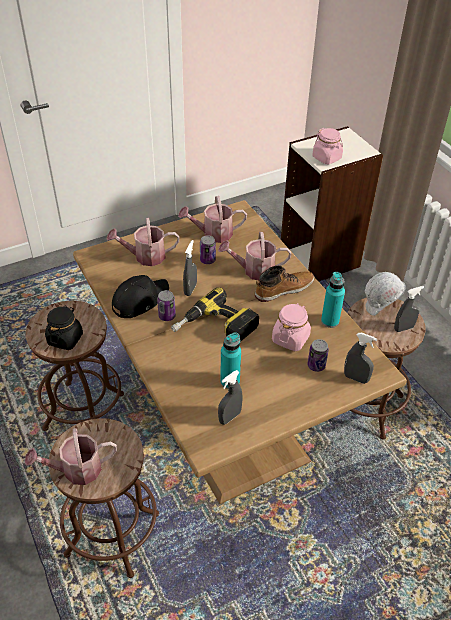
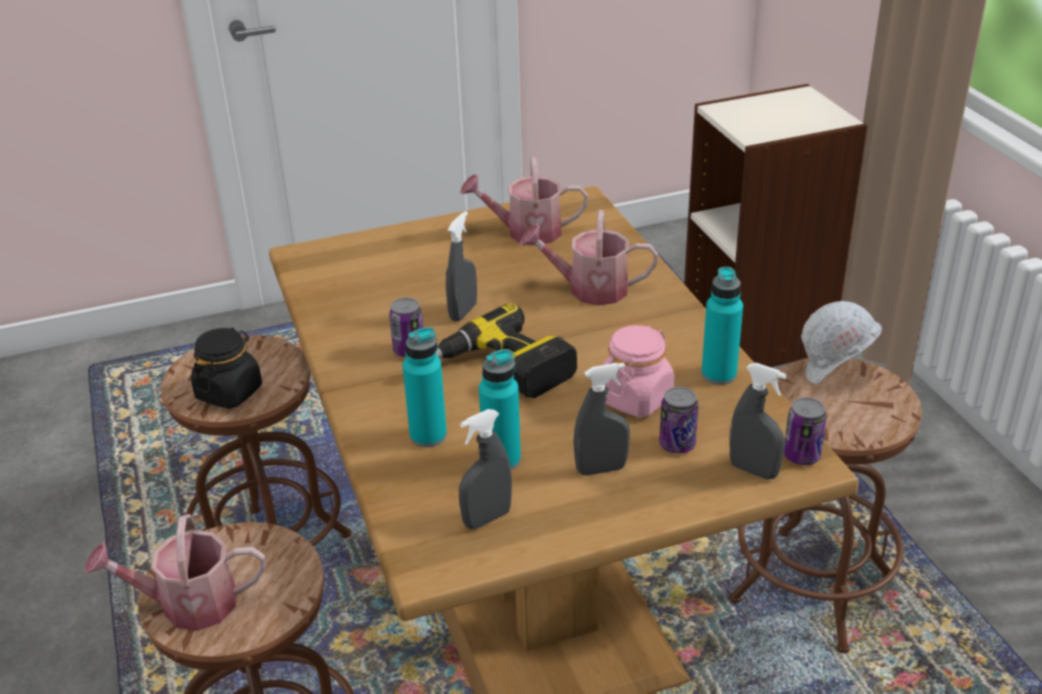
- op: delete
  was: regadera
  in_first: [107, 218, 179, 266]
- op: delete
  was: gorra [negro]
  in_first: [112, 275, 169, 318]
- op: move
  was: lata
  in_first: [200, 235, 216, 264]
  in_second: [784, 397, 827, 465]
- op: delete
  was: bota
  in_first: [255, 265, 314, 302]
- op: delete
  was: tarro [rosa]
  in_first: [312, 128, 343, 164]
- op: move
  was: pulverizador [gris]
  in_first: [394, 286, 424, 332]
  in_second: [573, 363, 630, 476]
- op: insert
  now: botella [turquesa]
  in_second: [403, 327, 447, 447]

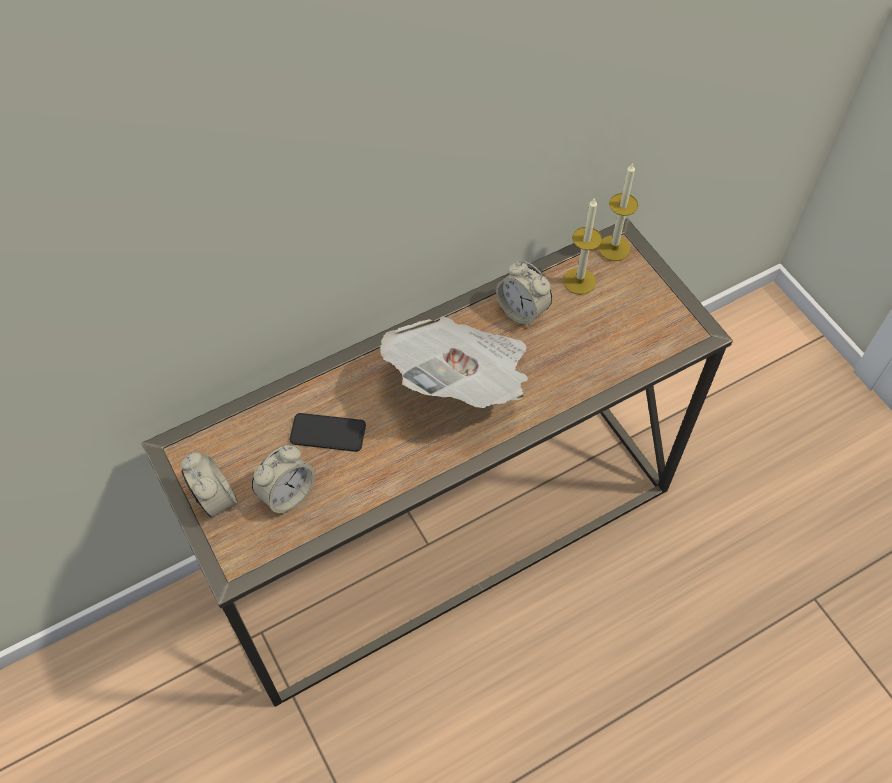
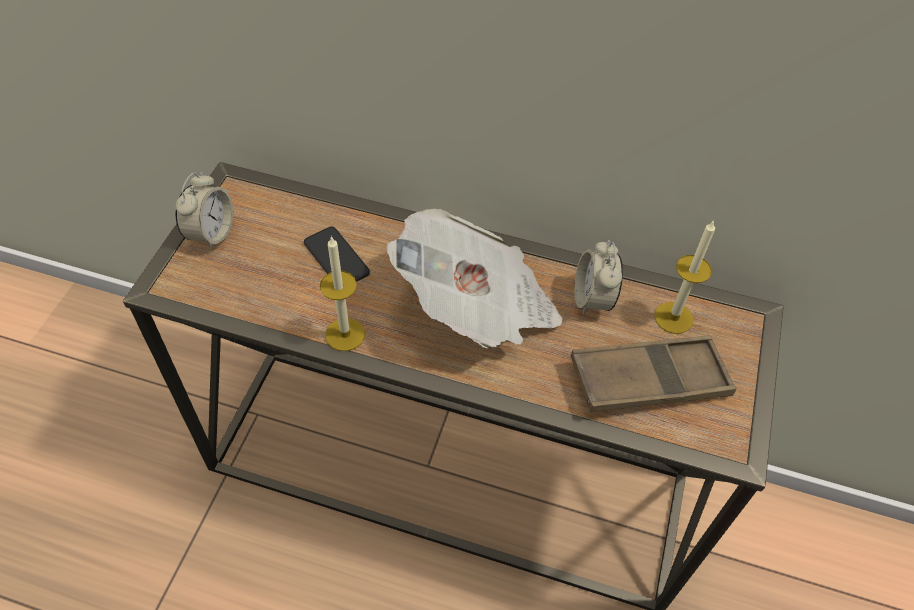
- op: delete
  was: despertador
  in_first: [252, 445, 315, 514]
- op: move
  was: vela
  in_first: [598, 162, 638, 261]
  in_second: [320, 236, 365, 351]
- op: insert
  now: bandeja [marrón]
  in_second: [571, 336, 736, 413]

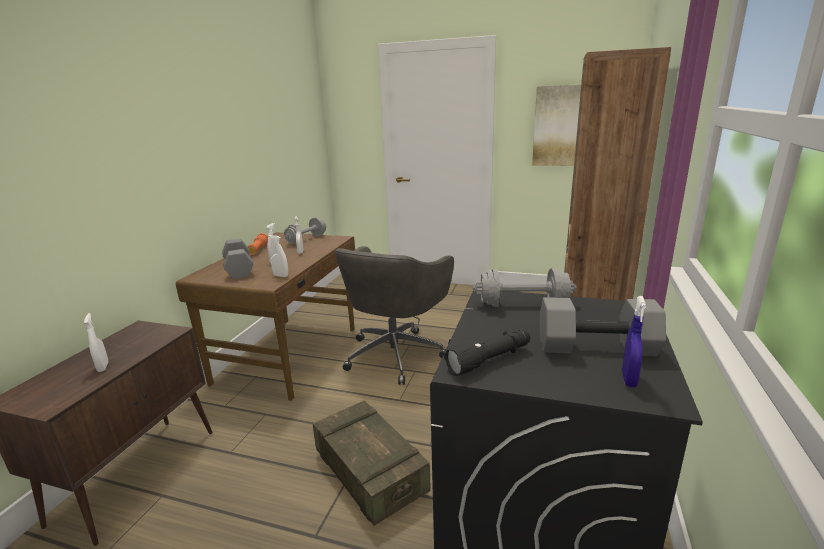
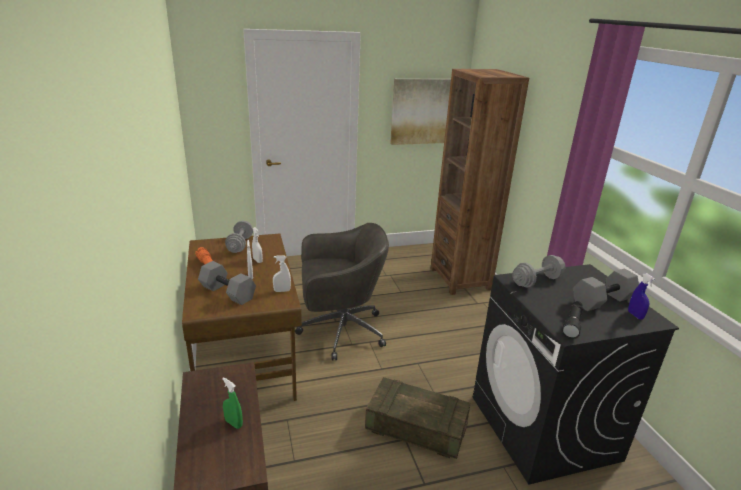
- op: recolor
  was: pulverizador [blanco]
  now: pulverizador [verde]
  in_first: [84, 313, 108, 372]
  in_second: [222, 377, 243, 429]
- op: rotate
  was: silla de oficina [gris]
  in_first: [334, 246, 454, 385]
  in_second: [295, 223, 389, 361]
  clockwise: -90

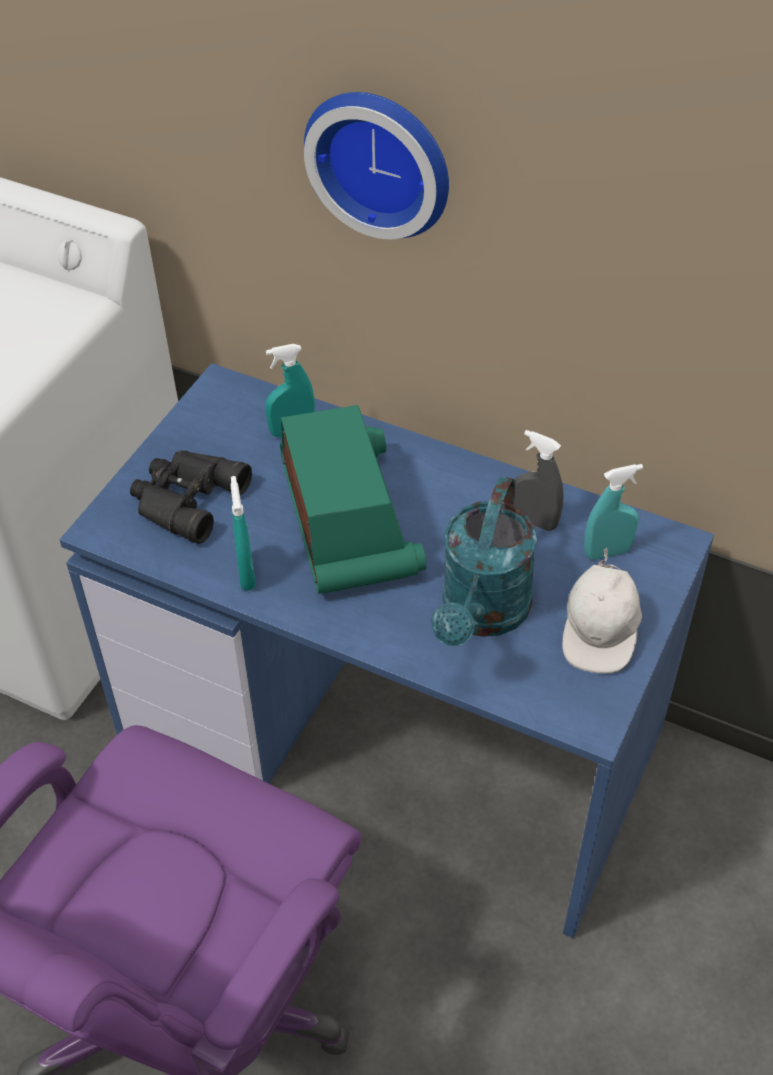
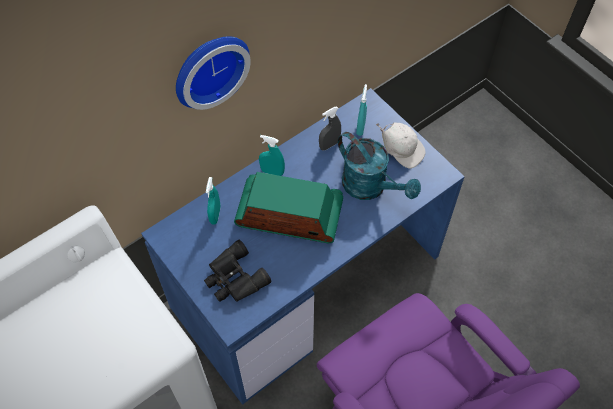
- op: move
  was: pulverizador [turquesa]
  in_first: [231, 476, 256, 590]
  in_second: [259, 135, 285, 176]

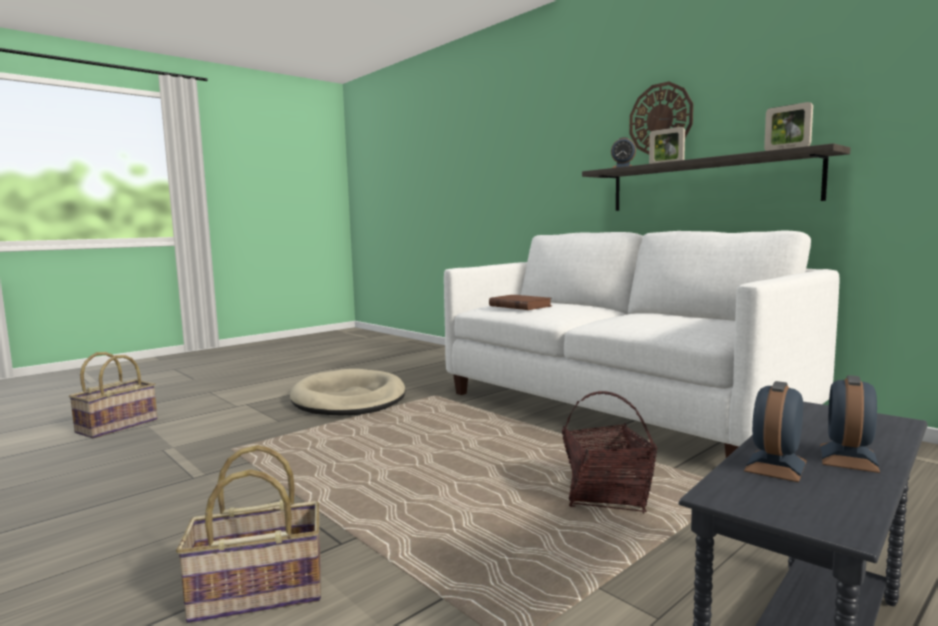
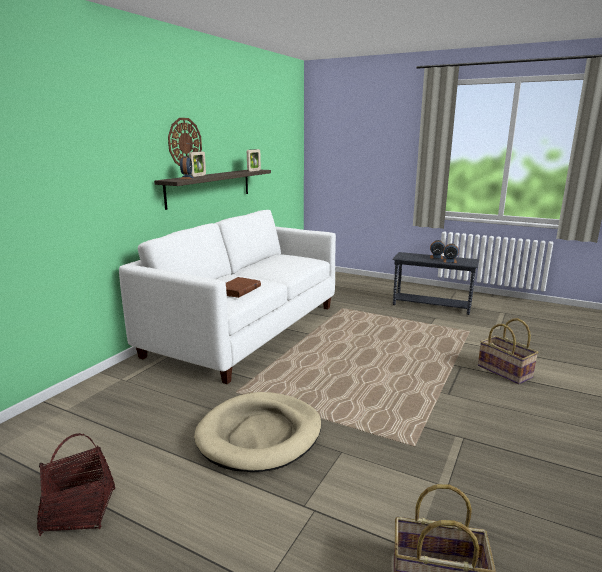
- op: move
  was: cesta
  in_first: [562, 391, 657, 513]
  in_second: [37, 433, 115, 536]

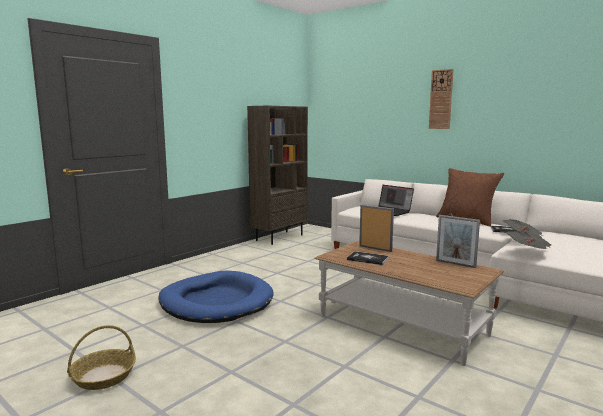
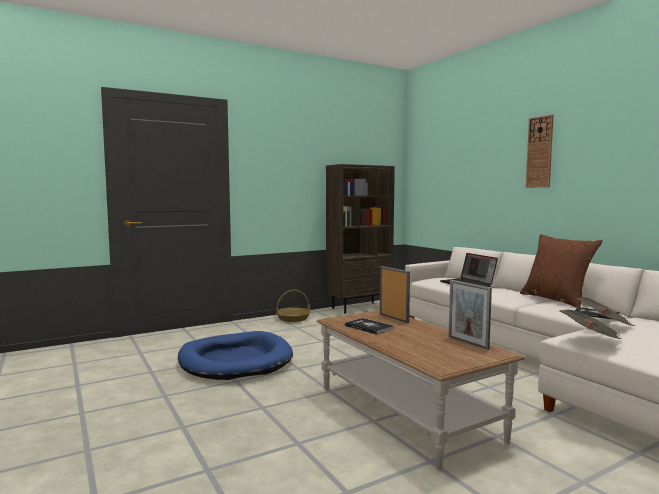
- op: move
  was: cesta
  in_first: [67, 325, 136, 390]
  in_second: [276, 289, 311, 322]

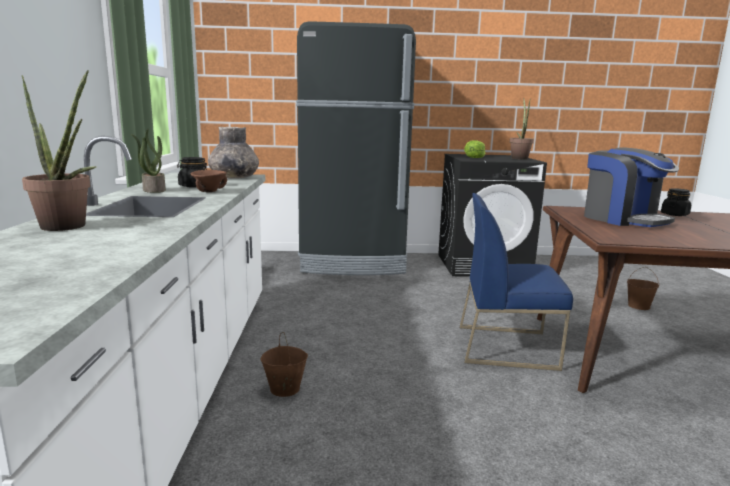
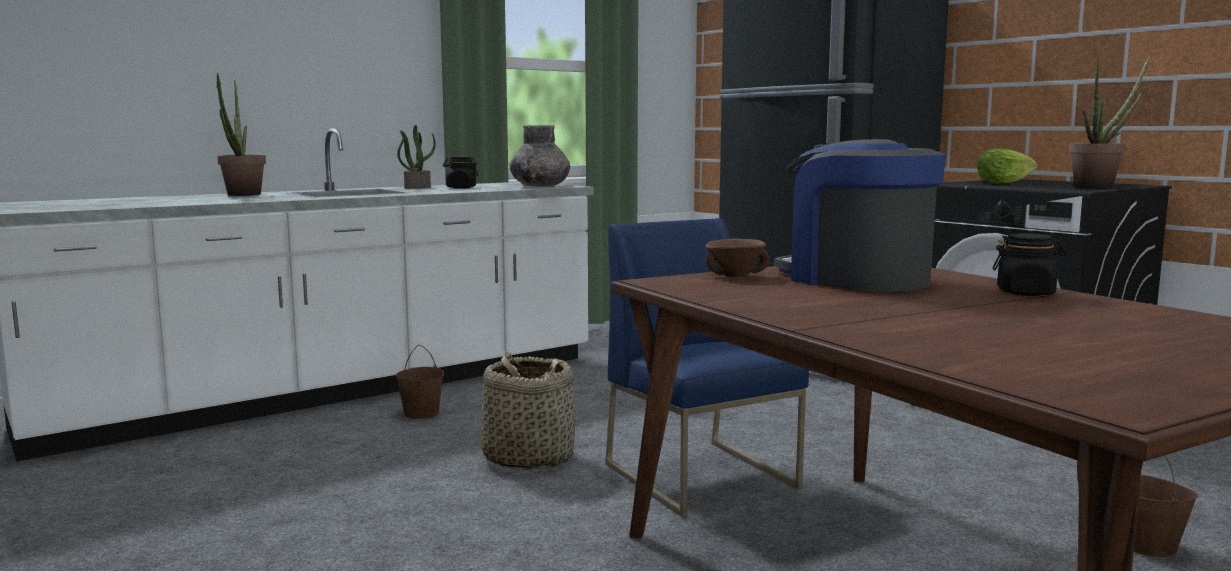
- op: move
  was: cuenco [marrón]
  in_first: [190, 170, 227, 192]
  in_second: [705, 238, 770, 277]
- op: rotate
  was: cafetera
  in_first: [584, 147, 679, 227]
  in_second: [774, 139, 946, 292]
  clockwise: 120
- op: insert
  now: cesta
  in_second: [481, 351, 576, 470]

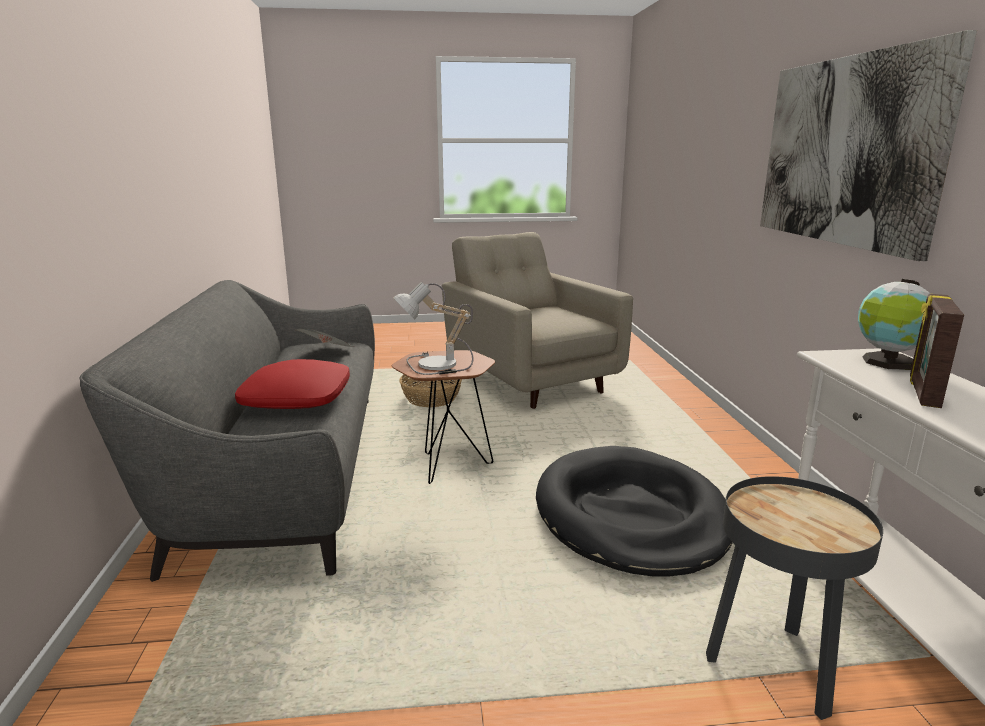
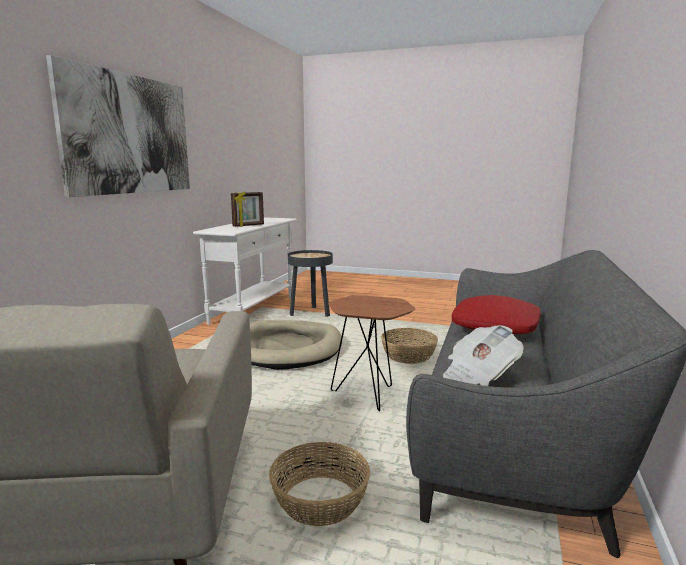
- op: delete
  was: lámpara de mesa
  in_first: [393, 282, 474, 375]
- op: recolor
  was: cama para perro [negro]
  now: cama para perro [beis]
  in_first: [536, 446, 733, 576]
  in_second: [250, 320, 342, 370]
- op: delete
  was: globo terráqueo
  in_first: [858, 279, 930, 370]
- op: insert
  now: cesta
  in_second: [381, 328, 438, 364]

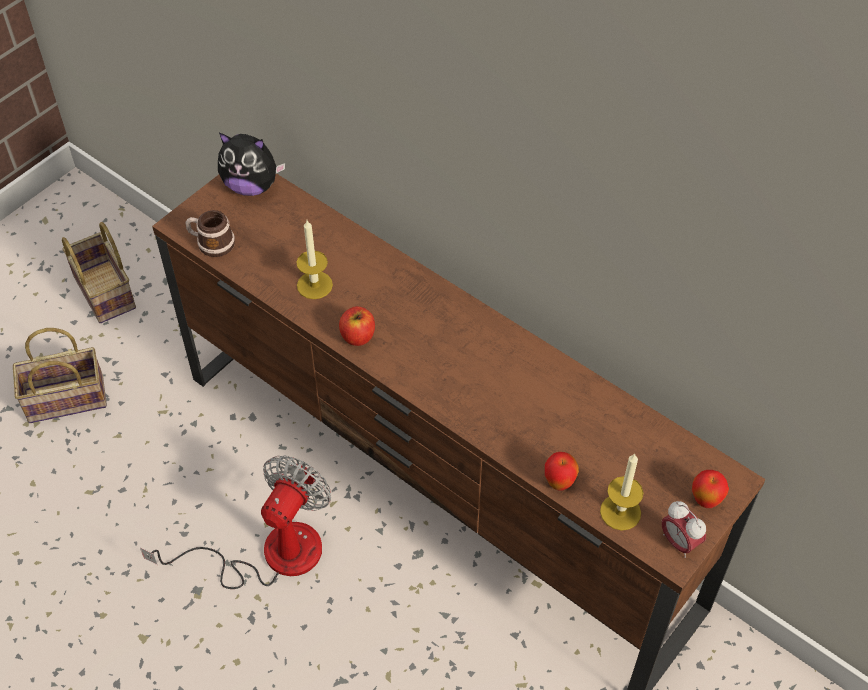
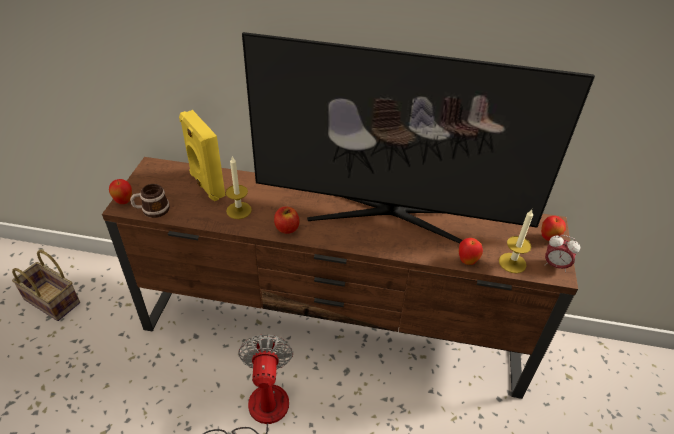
- op: delete
  was: cesta
  in_first: [13, 328, 107, 423]
- op: delete
  was: peluche
  in_first: [218, 133, 285, 196]
- op: insert
  now: manzana
  in_second: [109, 179, 132, 204]
- op: insert
  now: altavoz [amarillo]
  in_second: [179, 110, 225, 201]
- op: insert
  now: televisor
  in_second: [242, 32, 595, 244]

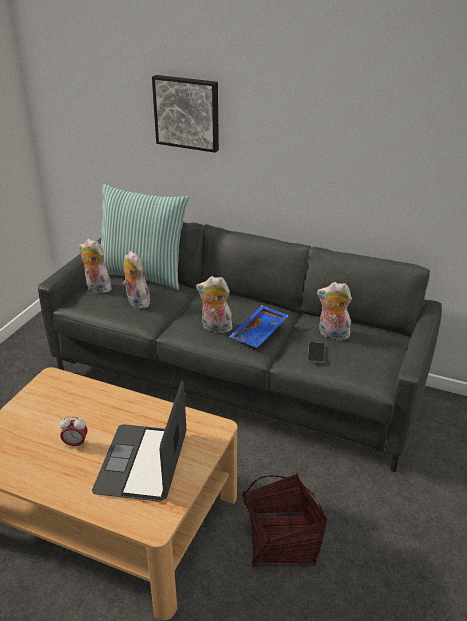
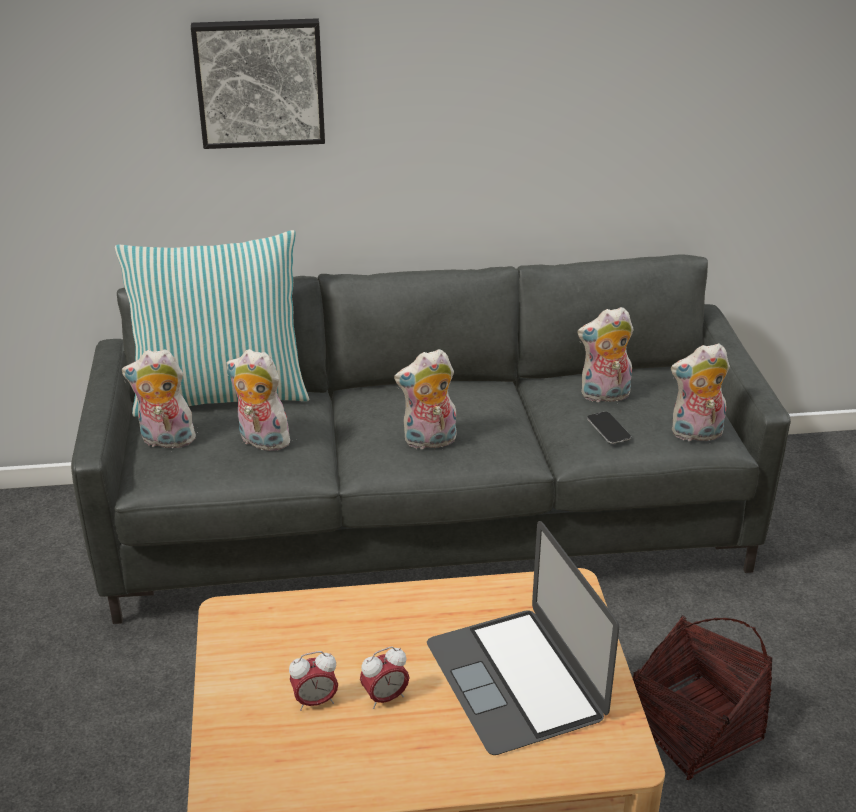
- op: delete
  was: bandeja [azul]
  in_first: [229, 305, 289, 348]
- op: insert
  now: despertador
  in_second: [289, 651, 338, 711]
- op: insert
  now: peluche
  in_second: [671, 343, 730, 441]

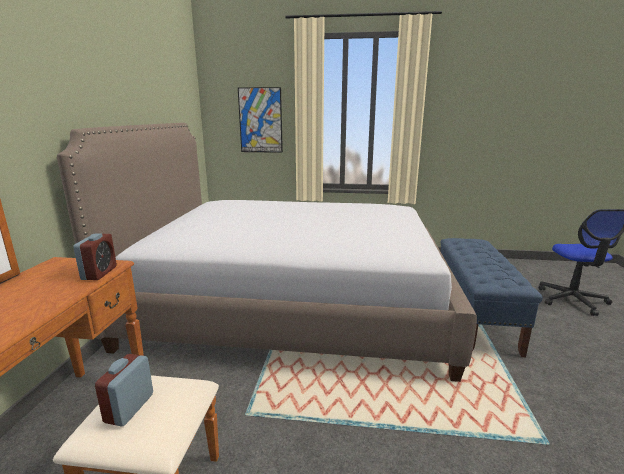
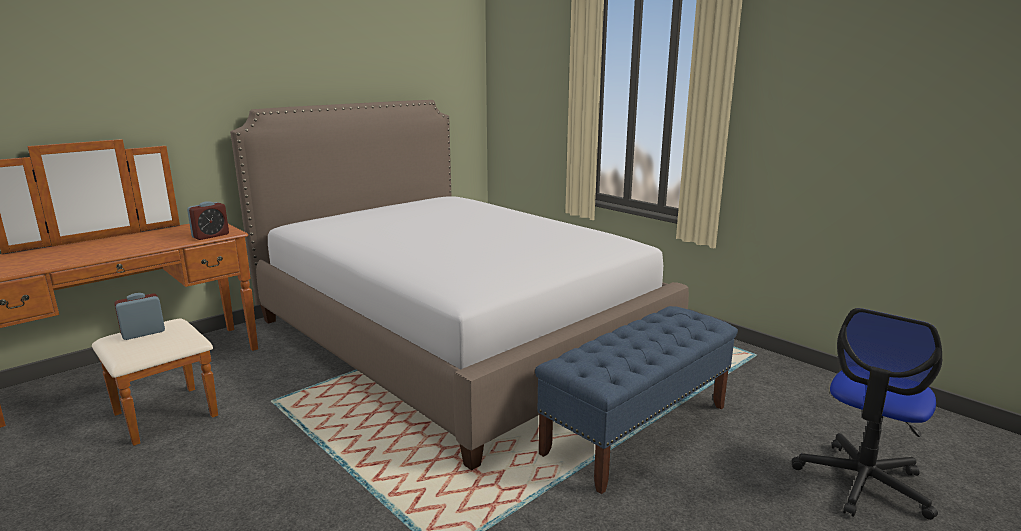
- op: delete
  was: cuadro
  in_first: [238, 87, 283, 153]

